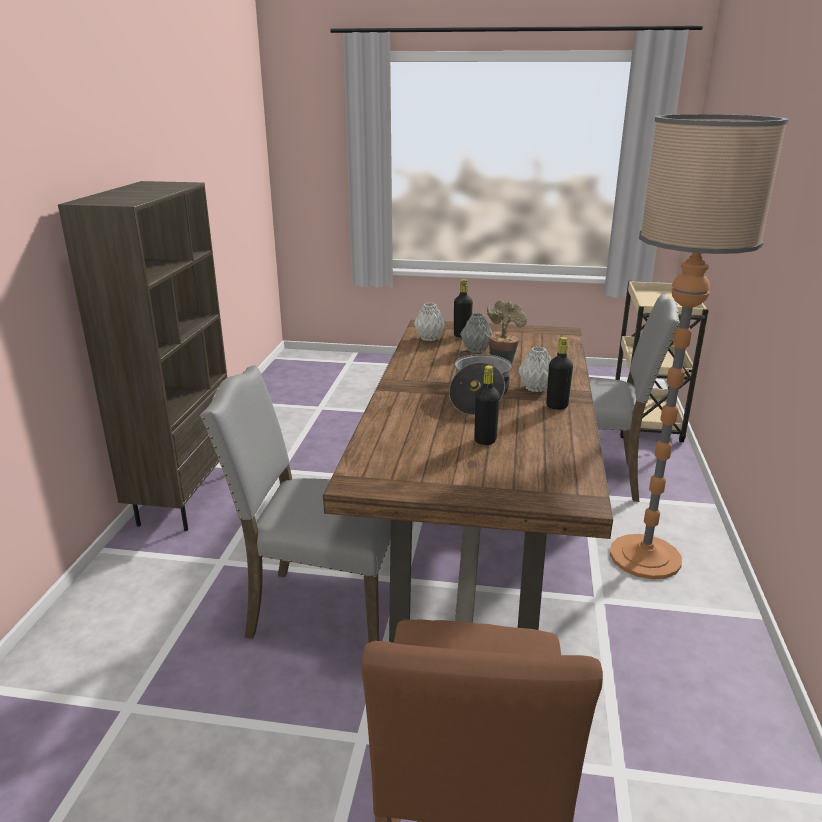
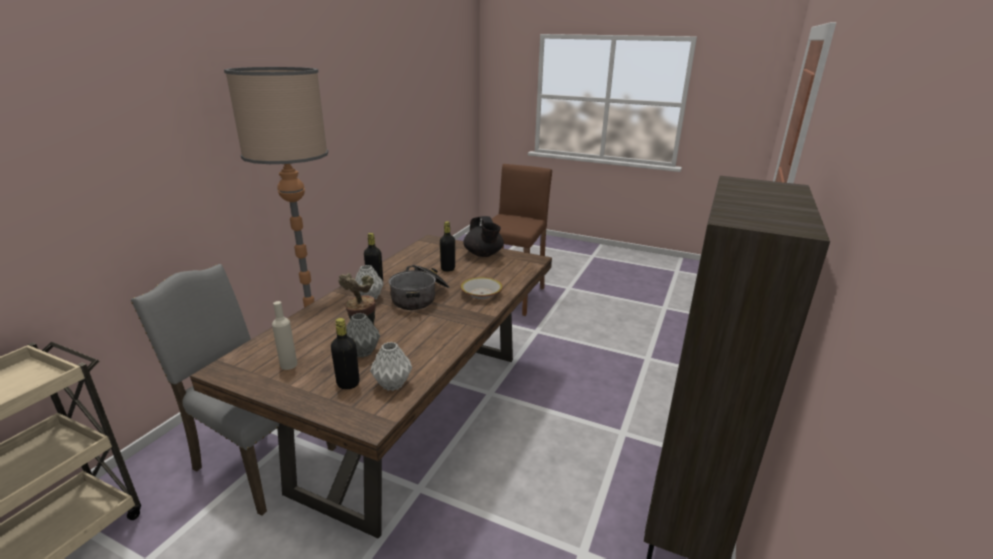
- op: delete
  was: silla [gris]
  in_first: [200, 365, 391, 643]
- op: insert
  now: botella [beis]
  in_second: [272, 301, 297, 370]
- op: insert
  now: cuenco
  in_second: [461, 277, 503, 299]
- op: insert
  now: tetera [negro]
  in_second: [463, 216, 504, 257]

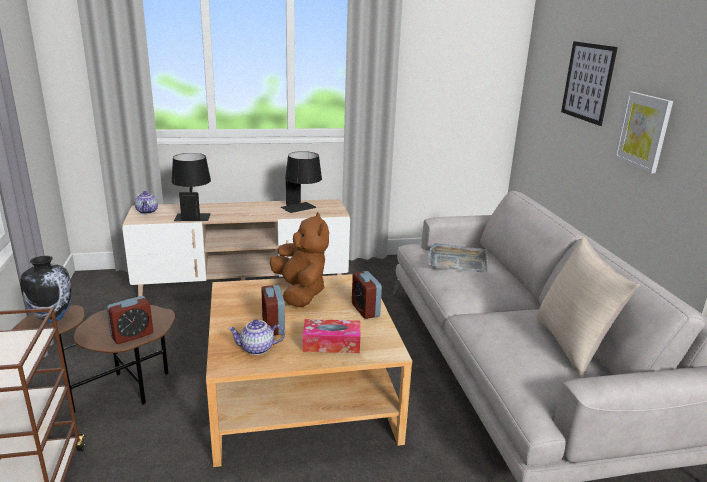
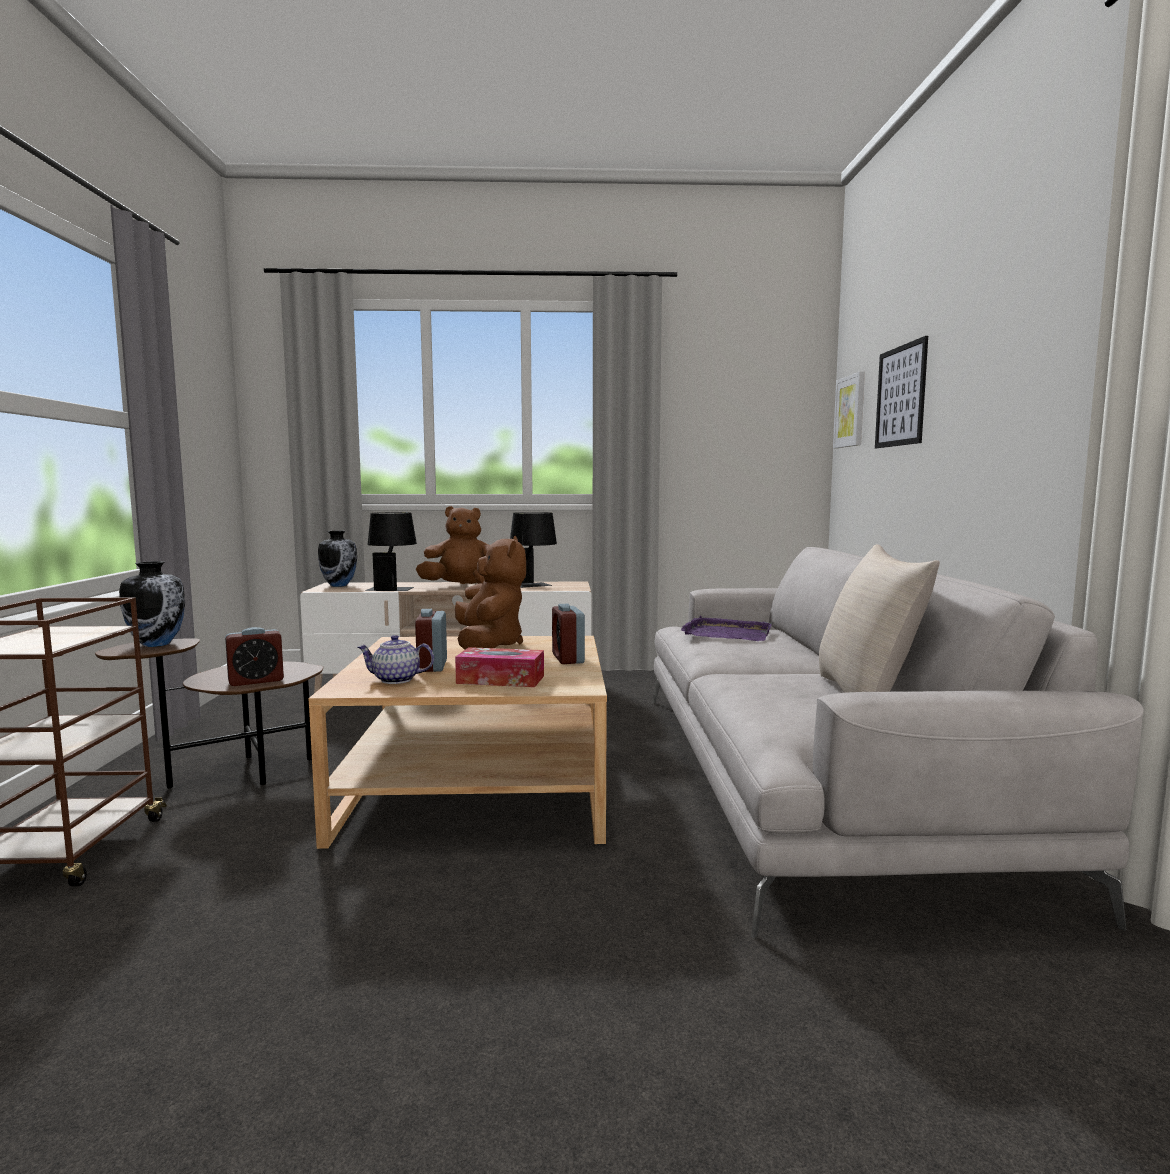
- op: replace
  was: tetera
  now: florero
  in_first: [135, 191, 158, 214]
  in_second: [318, 531, 357, 587]
- op: recolor
  was: bandeja [gris]
  now: bandeja [morado]
  in_first: [428, 242, 487, 272]
  in_second: [681, 616, 772, 641]
- op: move
  was: cuadro
  in_first: [614, 91, 673, 173]
  in_second: [833, 371, 865, 448]
- op: insert
  now: peluche [marrón]
  in_second: [416, 506, 490, 584]

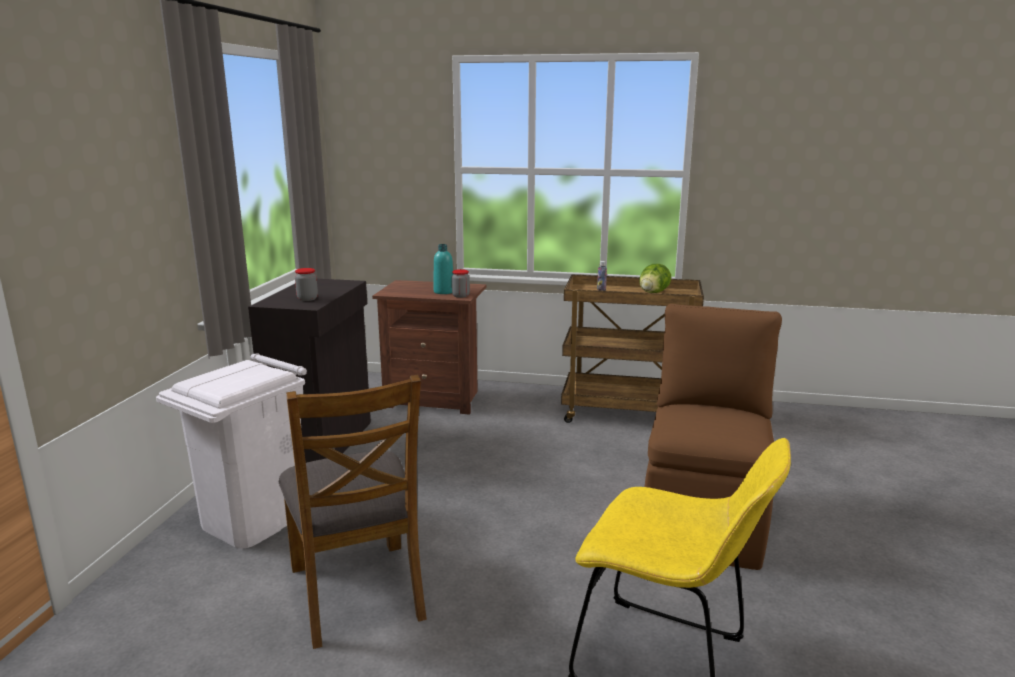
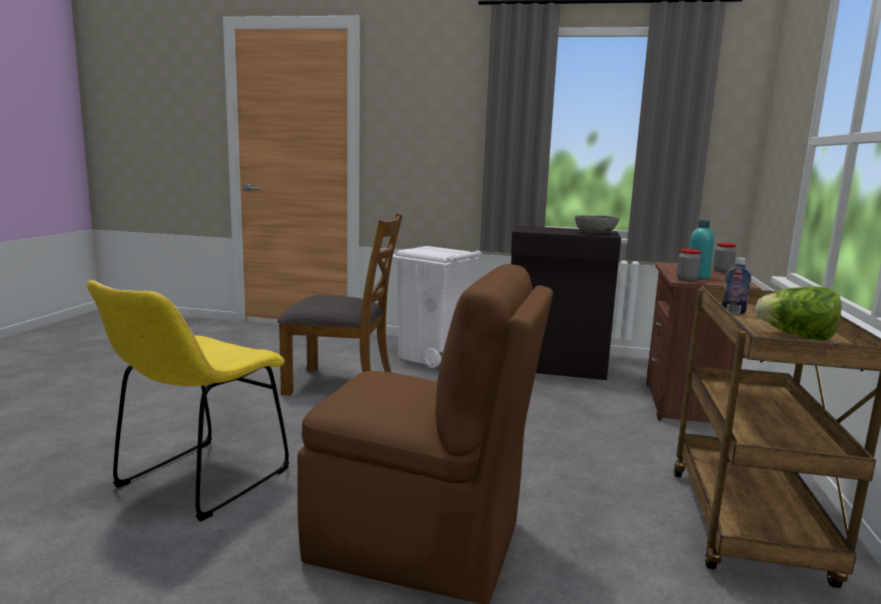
- op: rotate
  was: silla [marrón]
  in_first: [279, 375, 427, 649]
  in_second: [278, 213, 403, 396]
  clockwise: -150
- op: move
  was: tarro
  in_first: [295, 268, 318, 301]
  in_second: [713, 243, 736, 273]
- op: insert
  now: cuenco [gris]
  in_second: [575, 215, 619, 233]

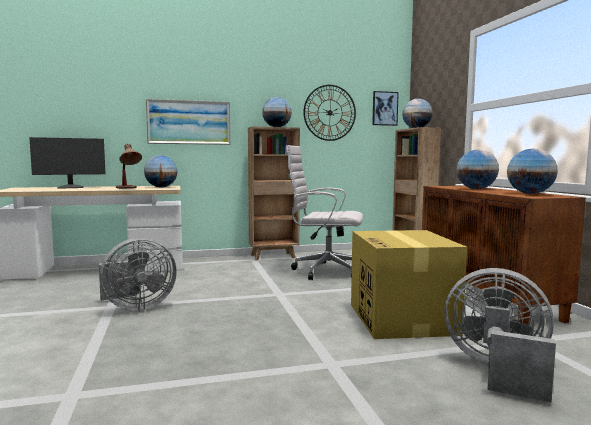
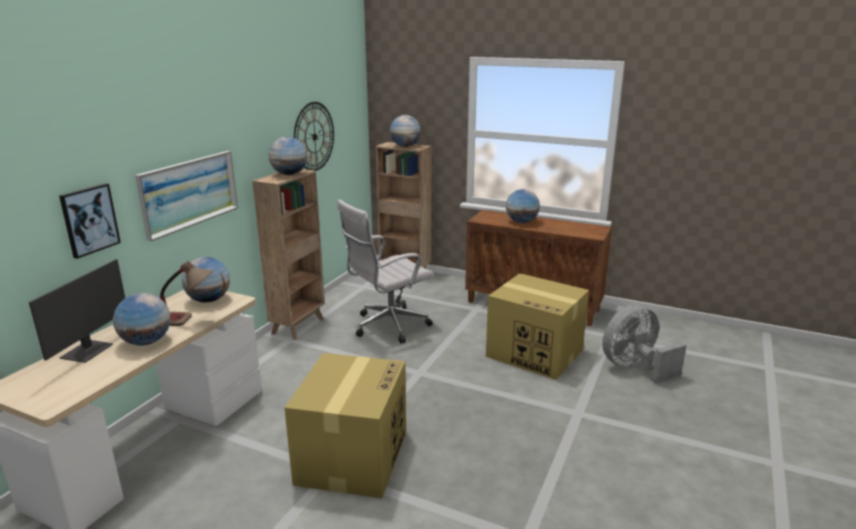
- op: replace
  was: ventilador [gris]
  now: caja de cartón
  in_first: [99, 238, 177, 311]
  in_second: [284, 353, 406, 498]
- op: move
  was: cuadro
  in_first: [372, 91, 399, 126]
  in_second: [59, 183, 121, 259]
- op: move
  was: globo terráqueo
  in_first: [507, 148, 558, 194]
  in_second: [113, 293, 170, 346]

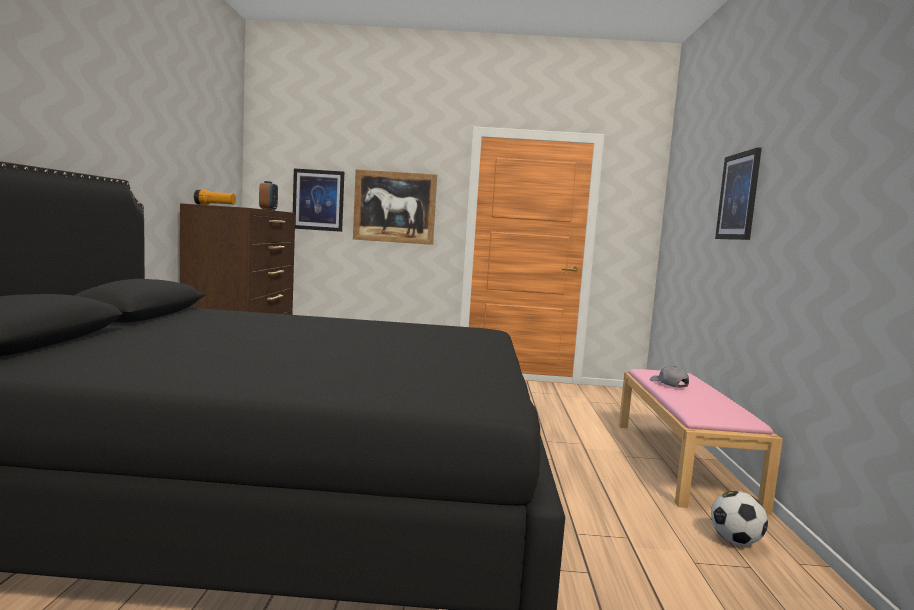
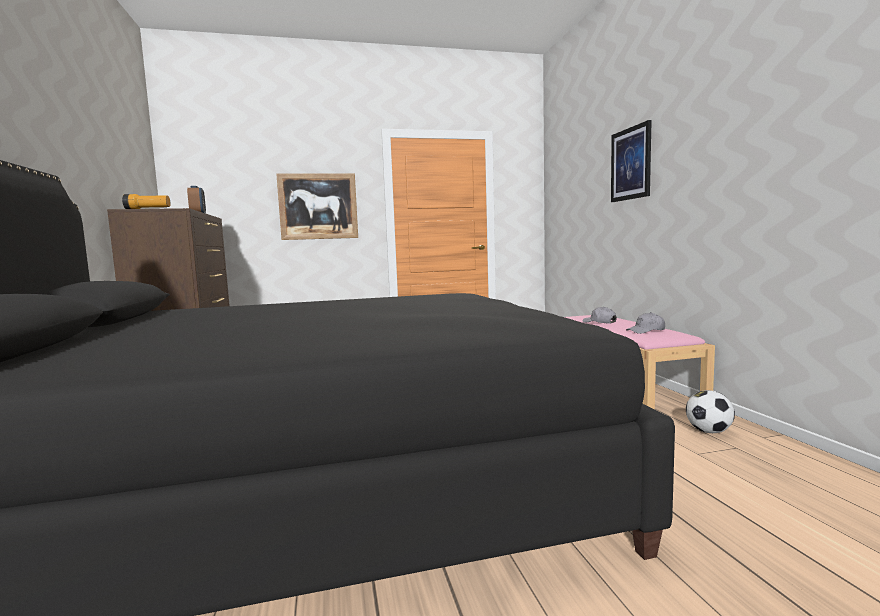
- op: delete
  was: cuadro
  in_first: [293, 168, 344, 232]
- op: insert
  now: gorra [gris]
  in_second: [626, 312, 665, 334]

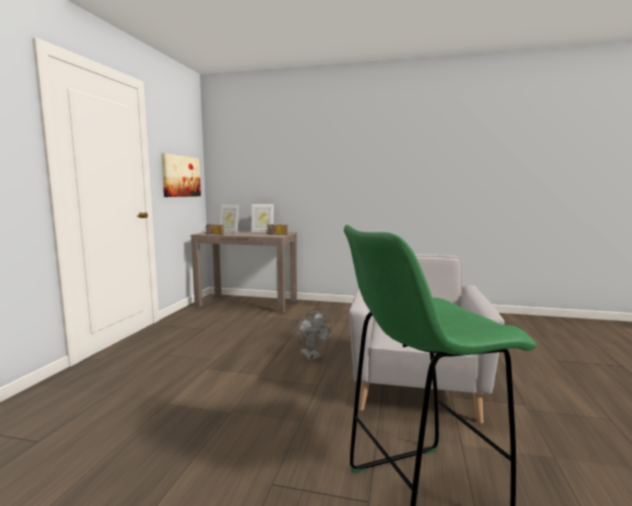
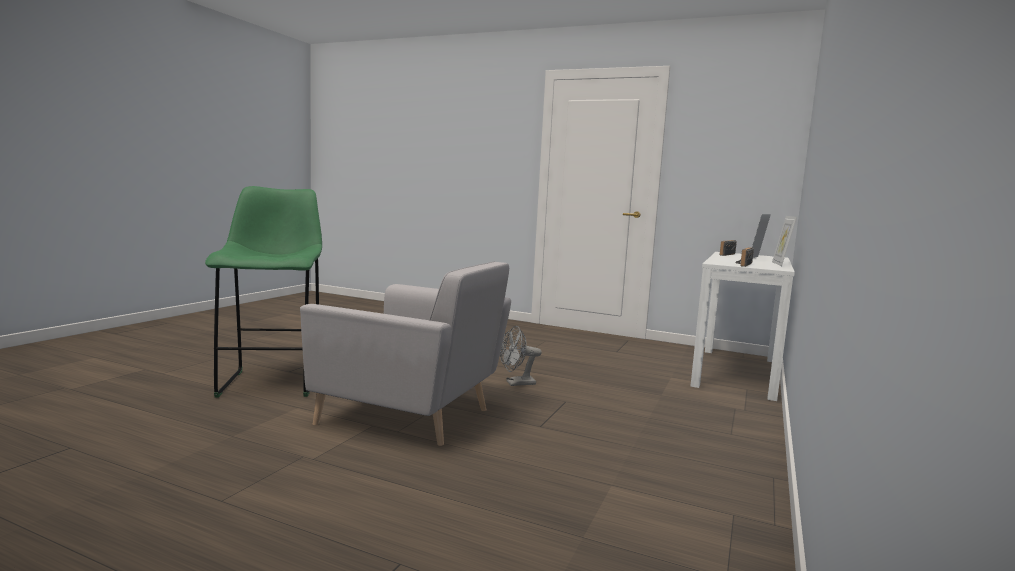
- op: delete
  was: cuadro
  in_first: [161, 153, 201, 197]
- op: recolor
  was: mesa consola [marrón]
  now: mesa consola [blanco]
  in_first: [190, 231, 297, 313]
  in_second: [690, 252, 795, 401]

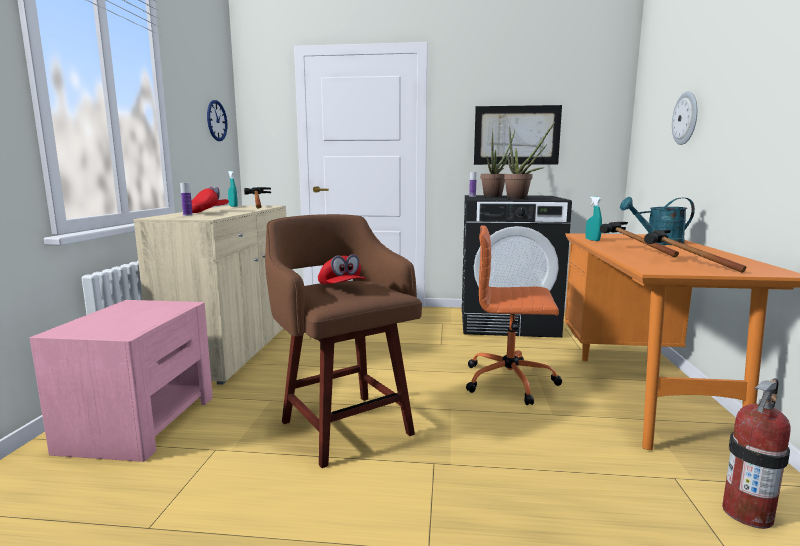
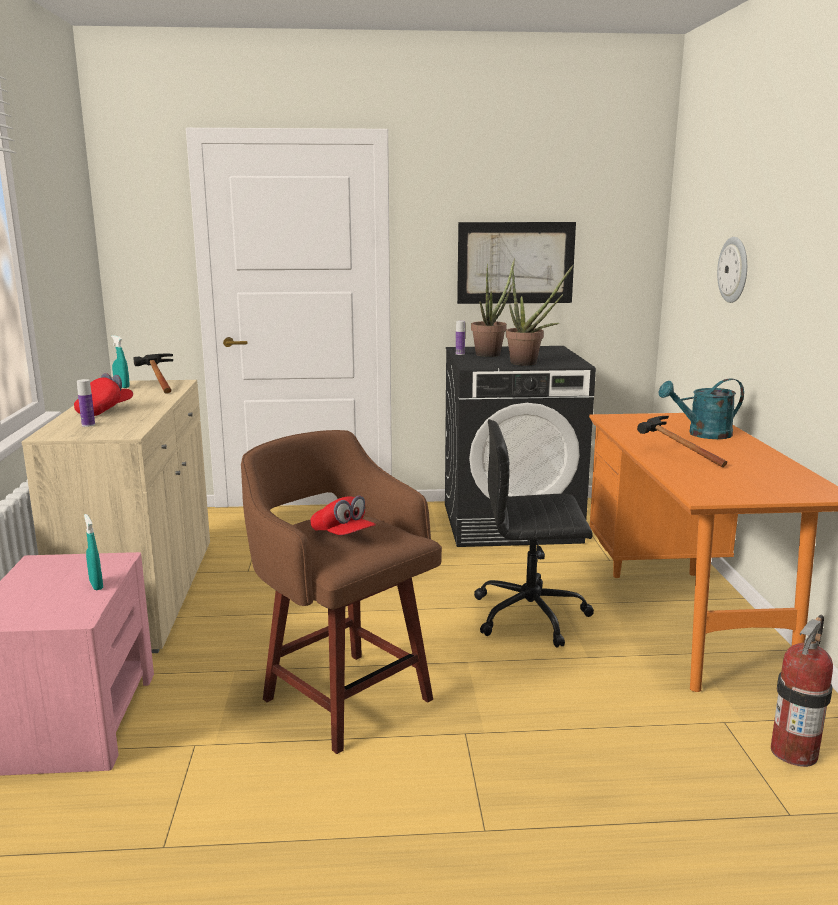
- op: delete
  was: reloj de pared
  in_first: [207, 100, 227, 141]
- op: recolor
  was: silla de oficina [naranja]
  now: silla de oficina [negro]
  in_first: [466, 225, 562, 405]
  in_second: [474, 419, 594, 648]
- op: move
  was: pulverizador [turquesa]
  in_first: [586, 196, 602, 241]
  in_second: [84, 514, 103, 590]
- op: delete
  was: martillo
  in_first: [644, 230, 746, 273]

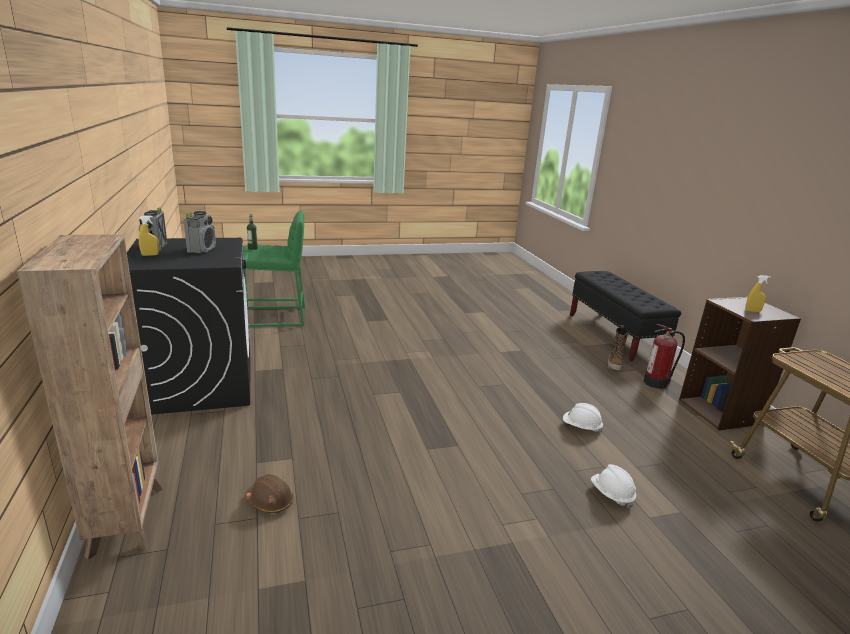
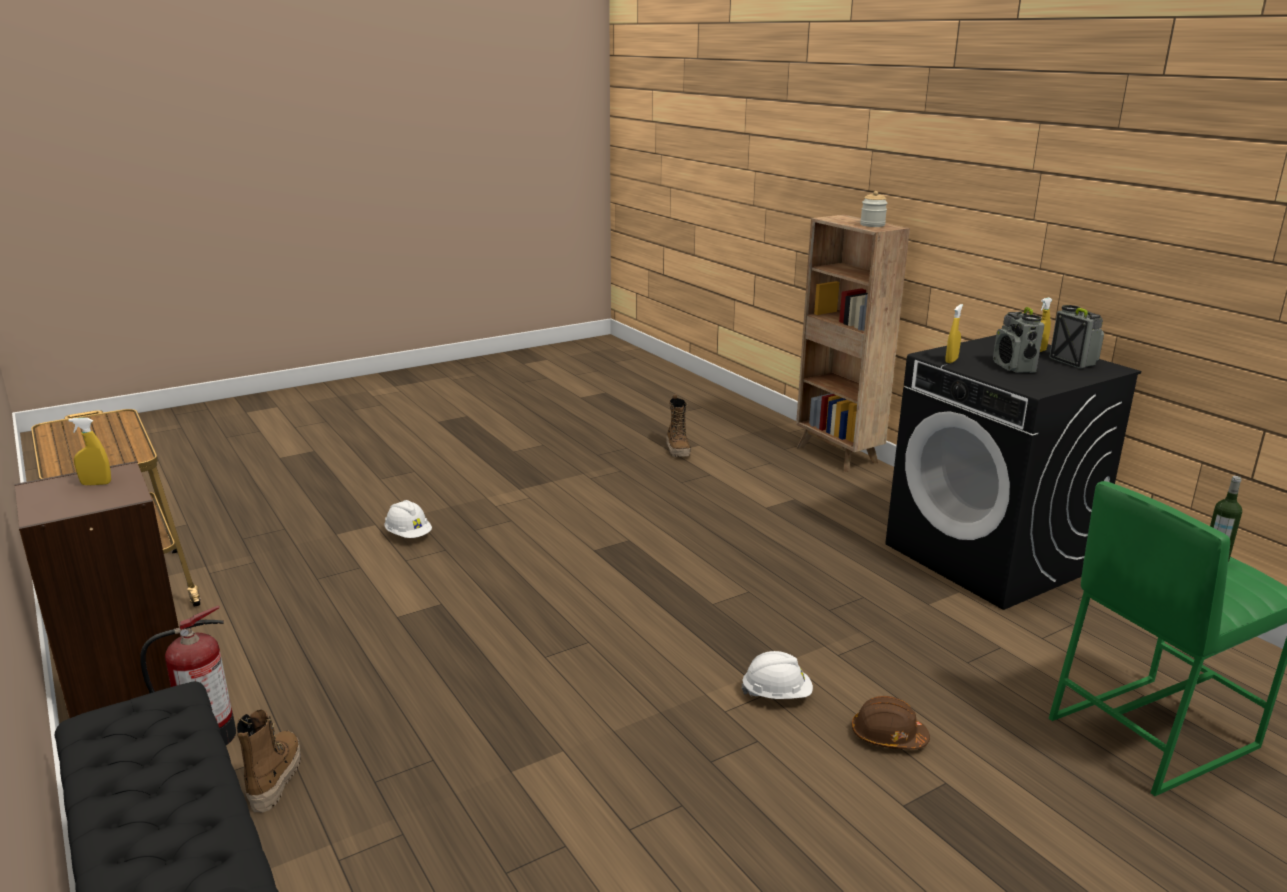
- op: move
  was: casco [marrón]
  in_first: [245, 474, 294, 513]
  in_second: [852, 696, 930, 749]
- op: move
  was: casco [blanco]
  in_first: [563, 403, 603, 432]
  in_second: [742, 651, 813, 699]
- op: insert
  now: bota
  in_second: [666, 395, 691, 457]
- op: insert
  now: tarro
  in_second: [860, 191, 887, 227]
- op: insert
  now: pulverizador [amarillo]
  in_second: [945, 304, 963, 363]

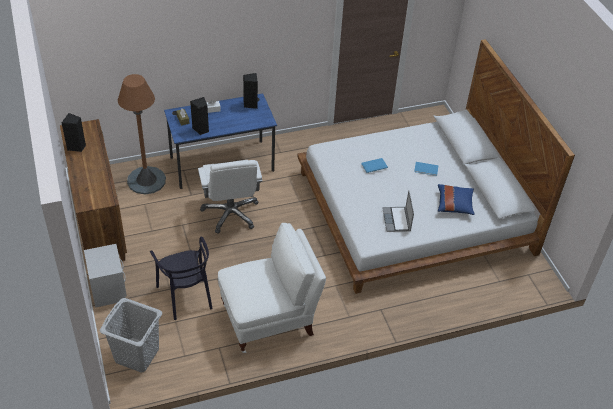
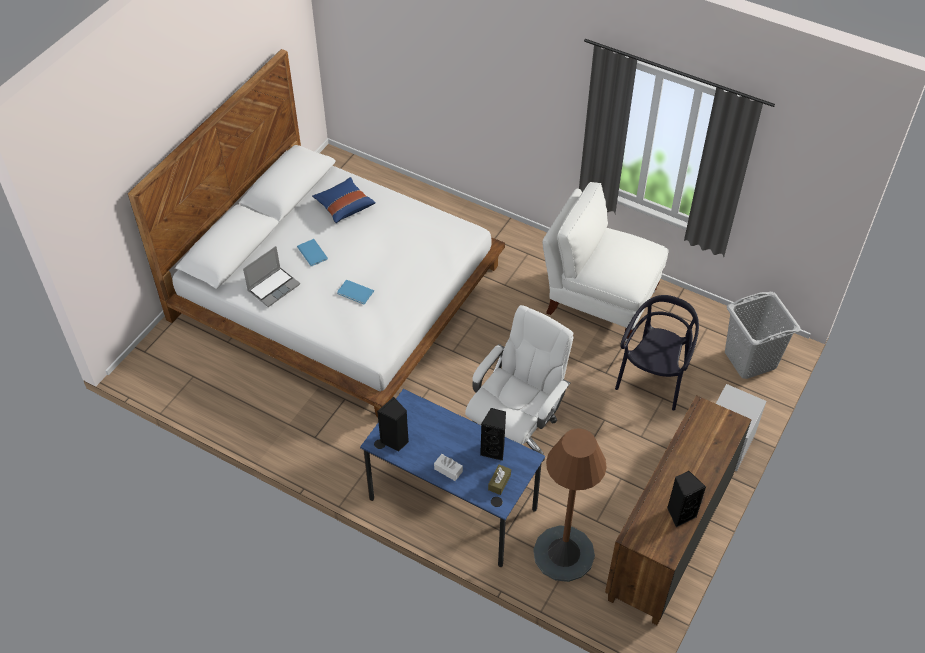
- op: move
  was: portátil
  in_first: [382, 190, 414, 232]
  in_second: [243, 246, 300, 307]

